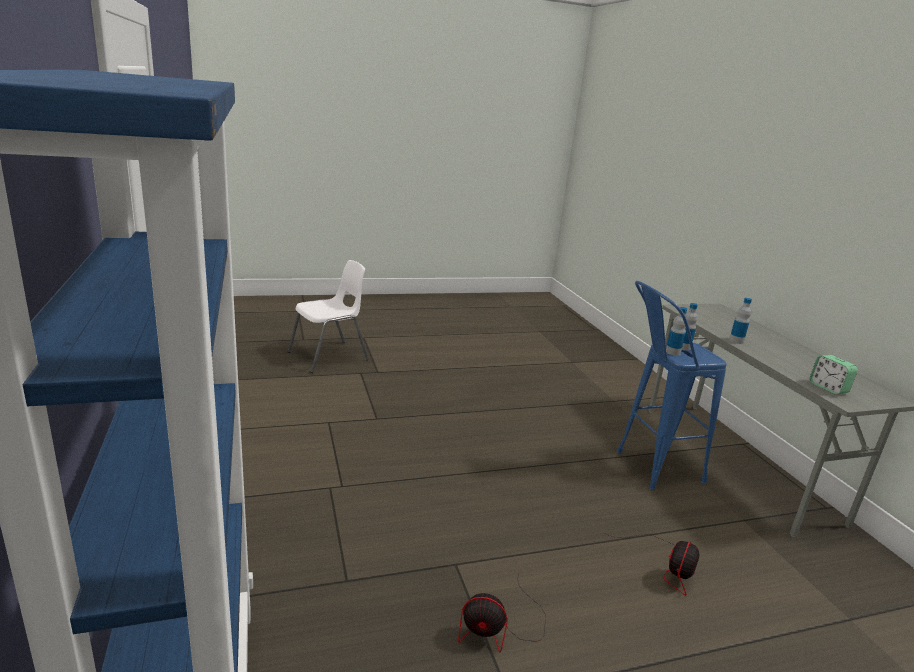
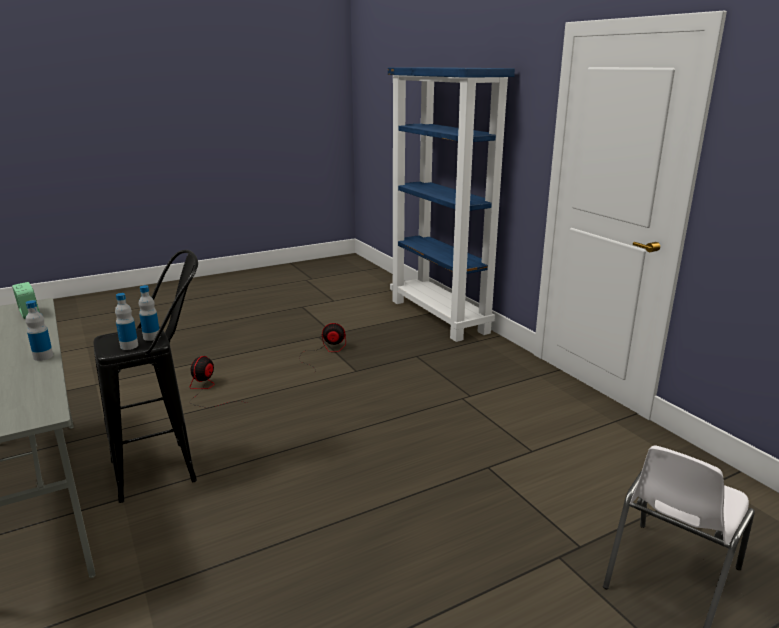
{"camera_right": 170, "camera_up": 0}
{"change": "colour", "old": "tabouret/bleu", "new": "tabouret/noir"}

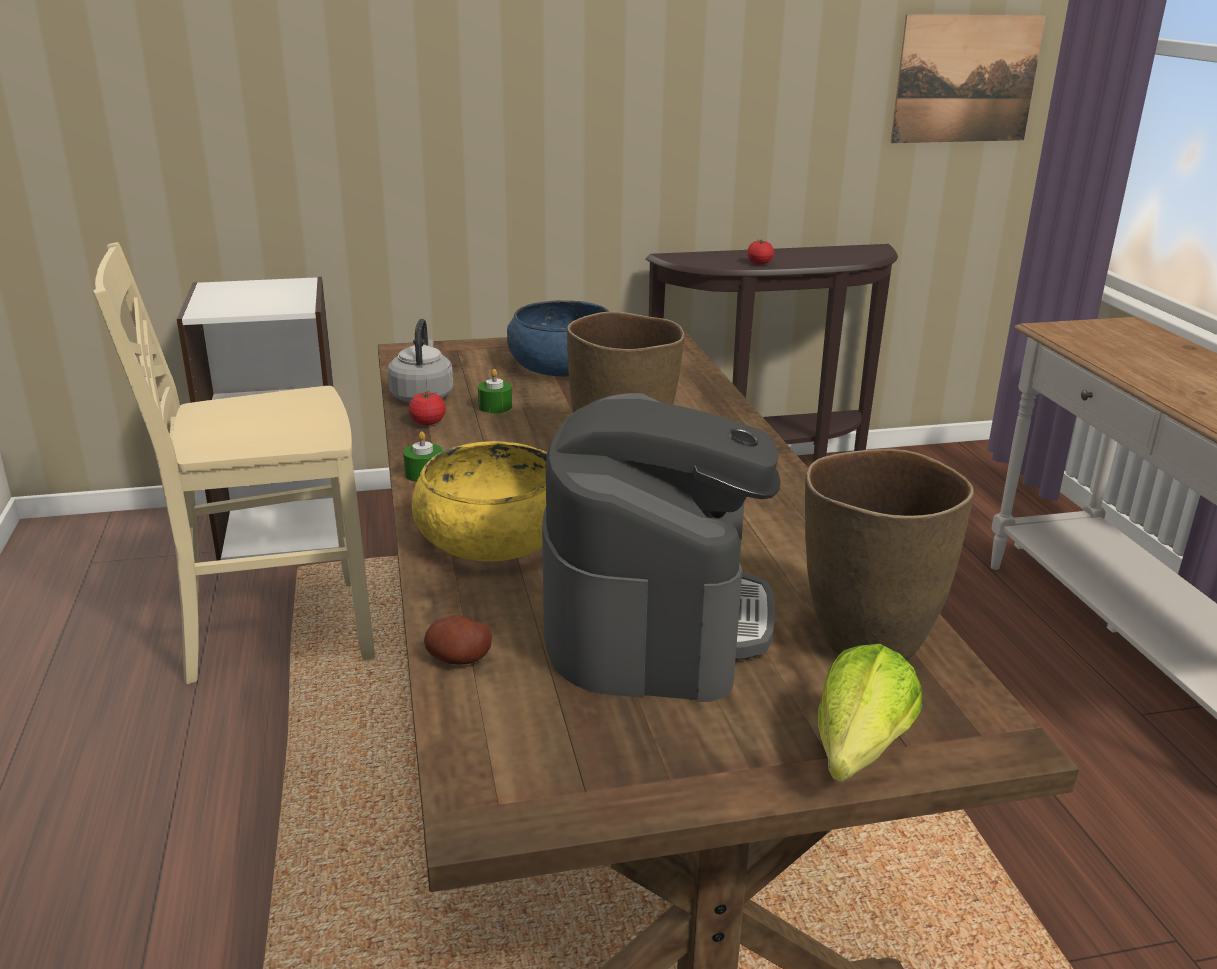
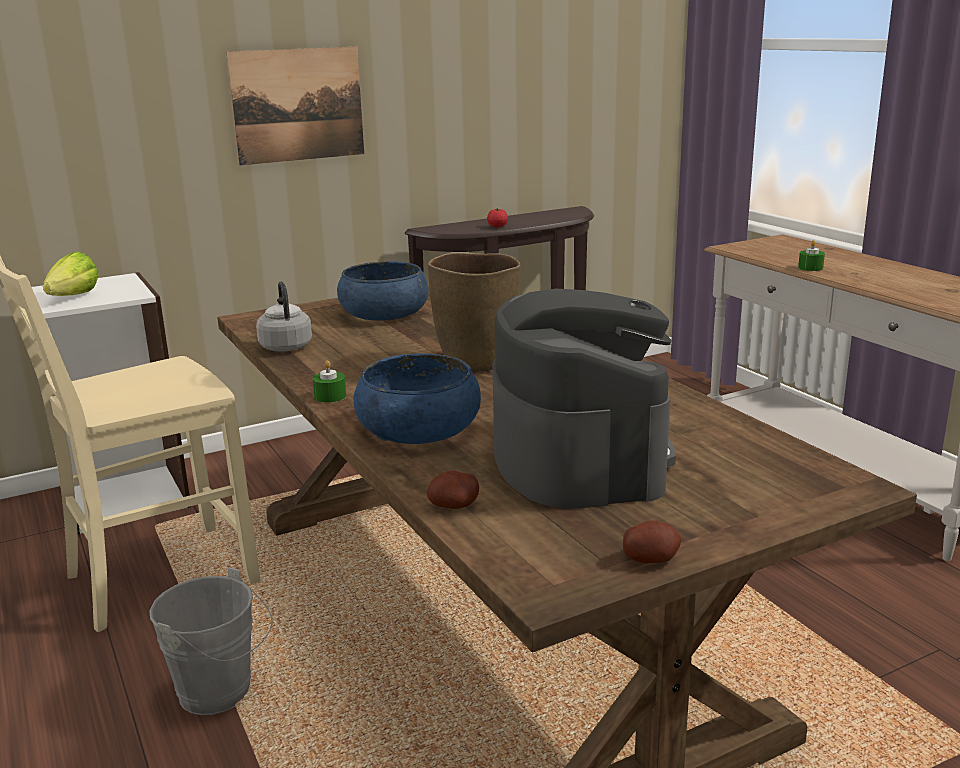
{"camera_right": -15, "camera_up": -5}
{"change": "missing", "old": "tomate (no. 1 from left)"}
{"change": "missing", "old": "vase/marron (no. 2 from left)"}
{"change": "appeared", "new": "seau/gris"}
{"change": "appeared", "new": "pomme de terre (no. 2 from left)"}
{"change": "relocated", "old": "bougie/vert (no. 2 from left)"}
{"change": "relocated", "old": "laitue"}
{"change": "relocated", "old": "tableau"}
{"change": "colour", "old": "bol/jaune", "new": "bol/bleu (no. 2 from left)"}

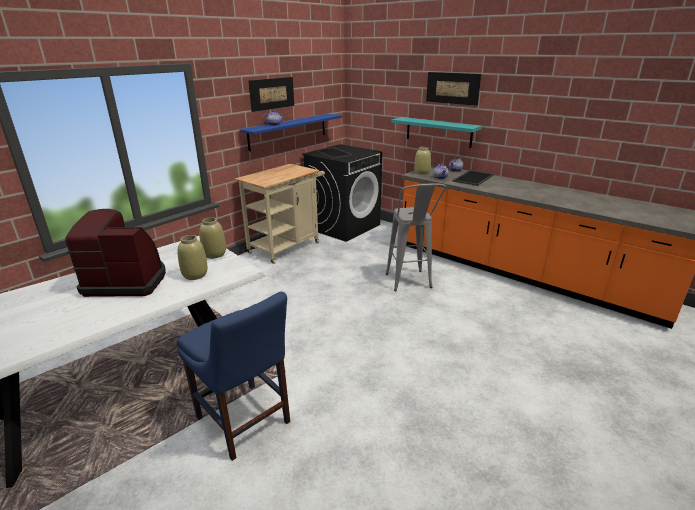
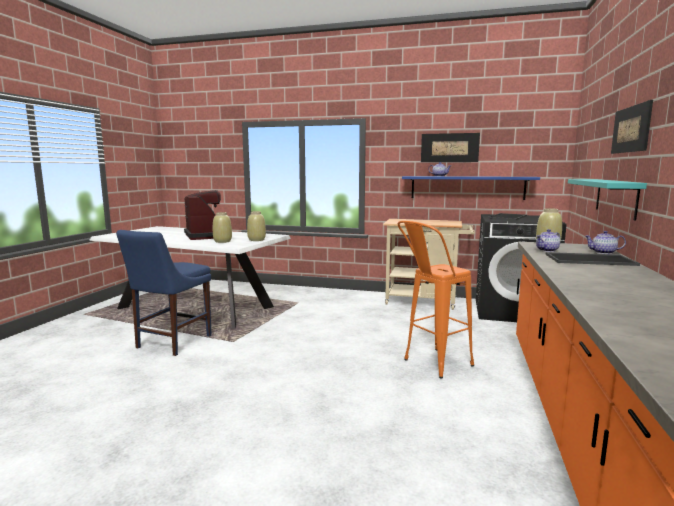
{"camera_right": 65, "camera_up": -15}
{"change": "colour", "old": "tabouret/gris", "new": "tabouret/orange"}

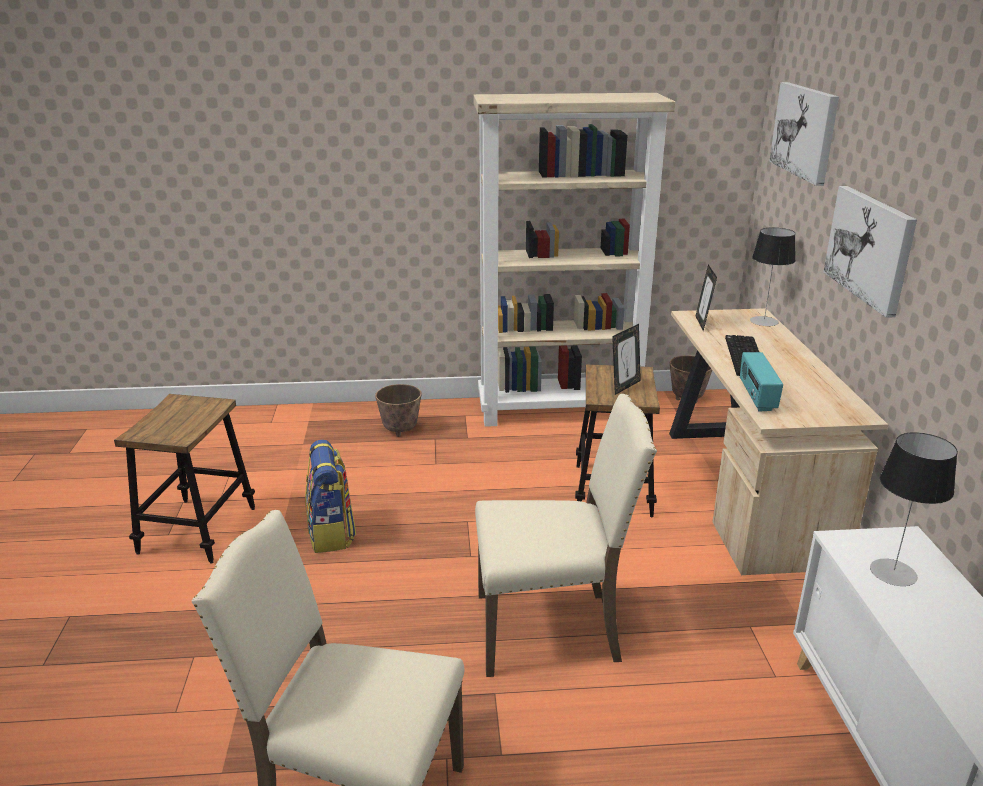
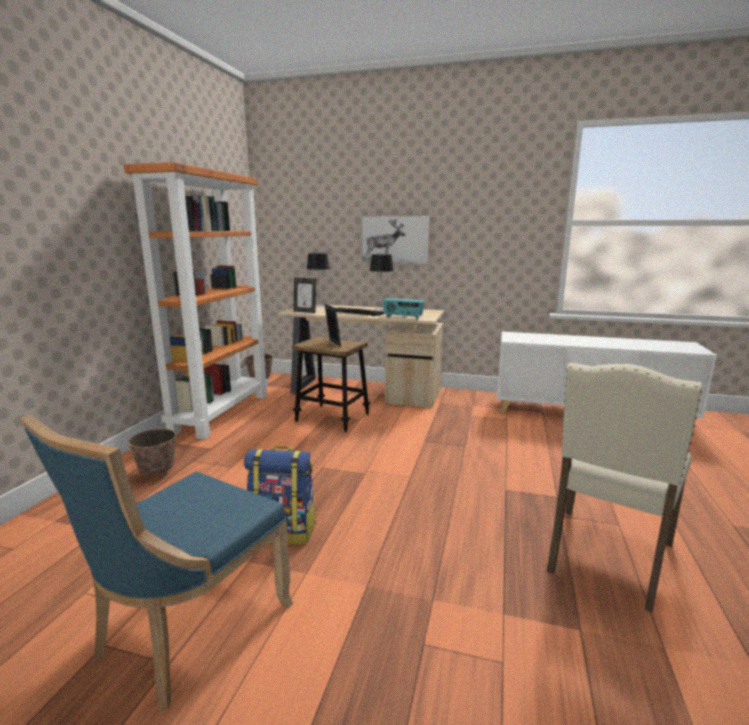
{"camera_right": -70, "camera_up": -10}
{"change": "missing", "old": "chaise/beige (no. 2 from left)"}
{"change": "missing", "old": "tableau (no. 1 from left)"}
{"change": "relocated", "old": "lampe de table (no. 2 from left)"}
{"change": "exchanged", "old": "tabouret (no. 1 from left)", "new": "chaise/bleu"}
{"change": "colour", "old": "bibliothèque/beige", "new": "bibliothèque/orange"}

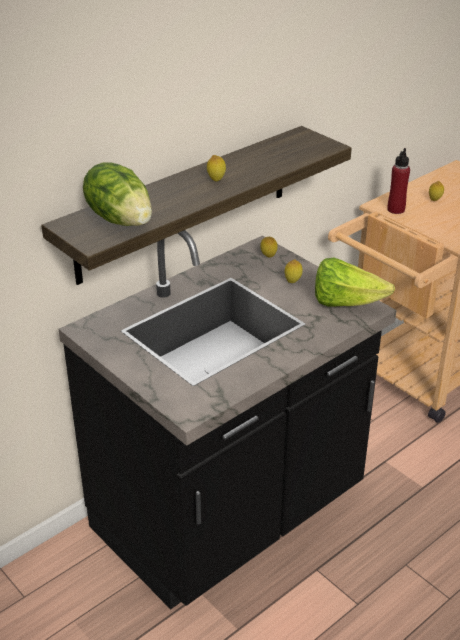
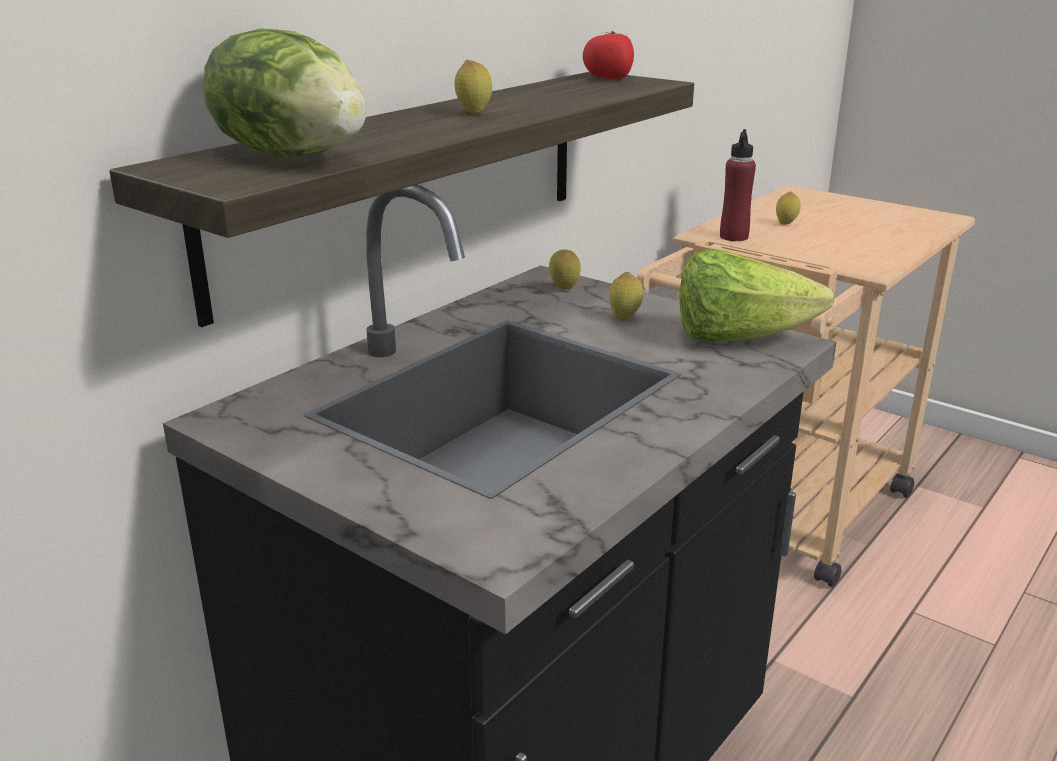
{"camera_right": -10, "camera_up": -10}
{"change": "appeared", "new": "tomate"}

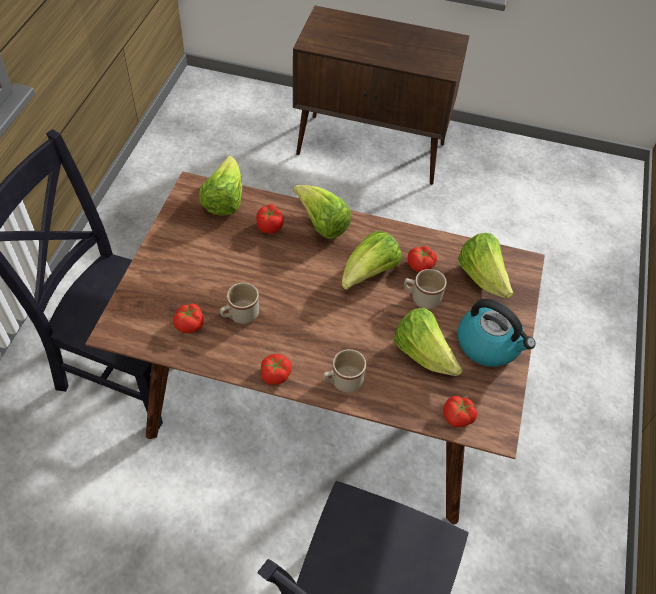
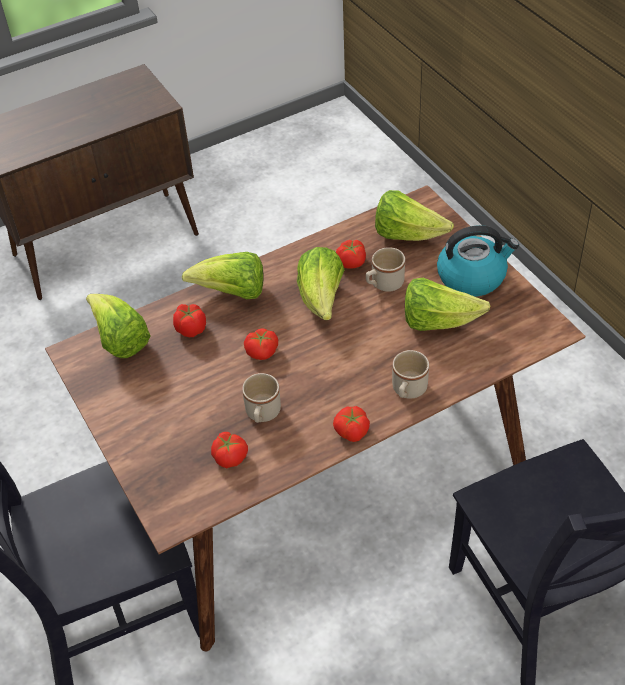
{"camera_right": -40, "camera_up": -5}
{"change": "relocated", "old": "tomate (no. 5 from left in the first image)", "new": "tomate (no. 3 from left)"}

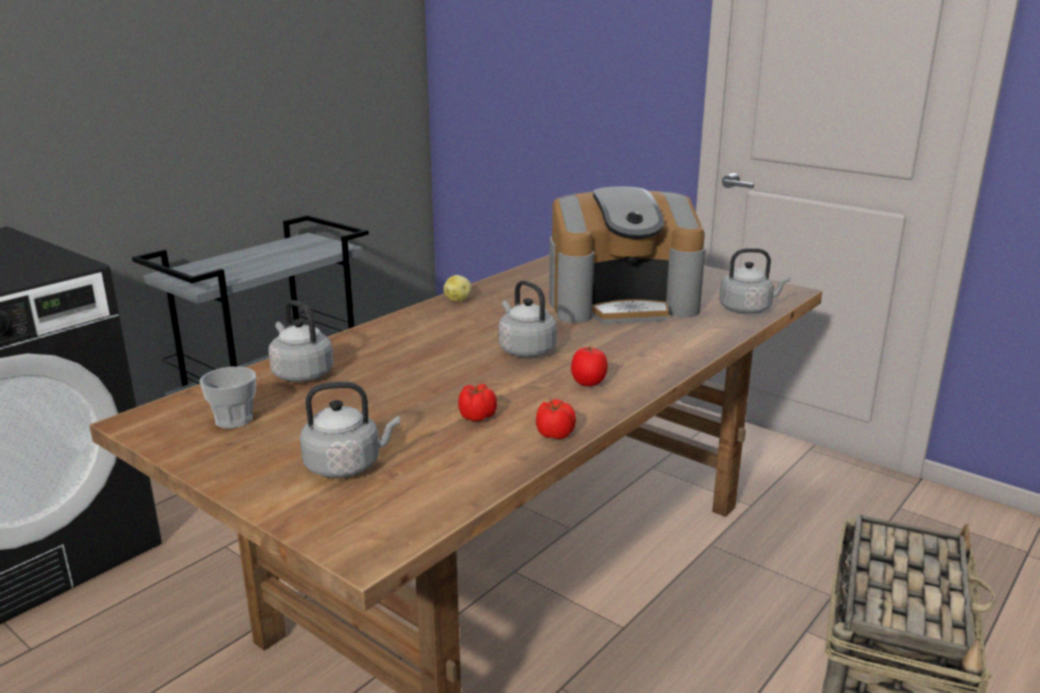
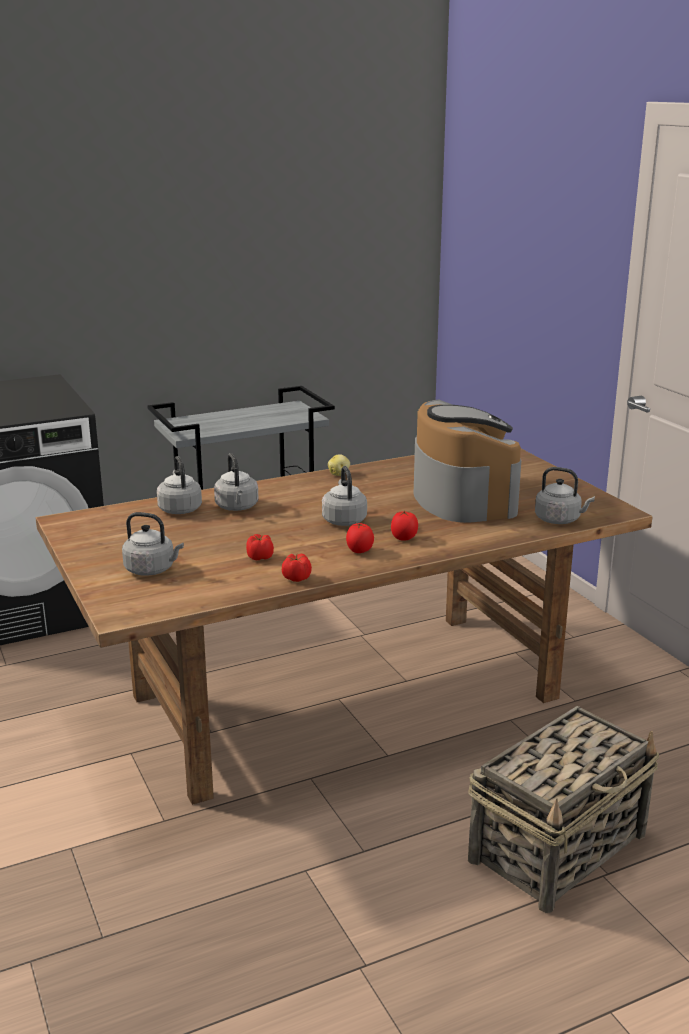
{"camera_right": 25, "camera_up": 0}
{"change": "missing", "old": "tasse"}
{"change": "appeared", "new": "bouilloire/gris (no. 3 from left)"}
{"change": "appeared", "new": "tomate (no. 4 from left)"}
{"change": "spun", "old": "machine à café", "degrees": -120}

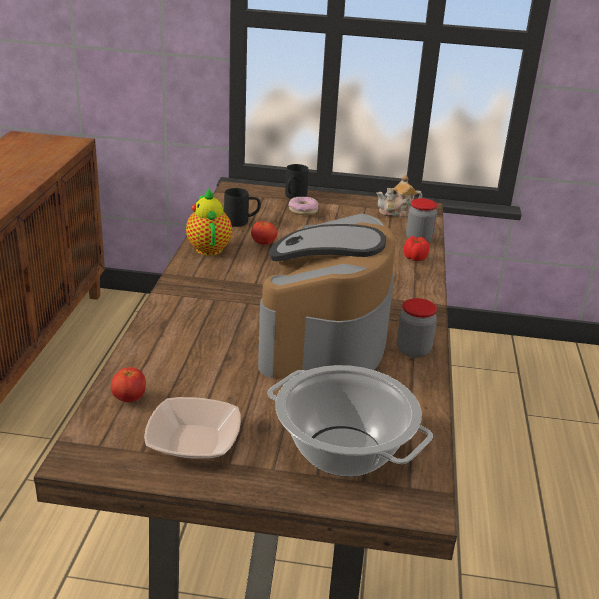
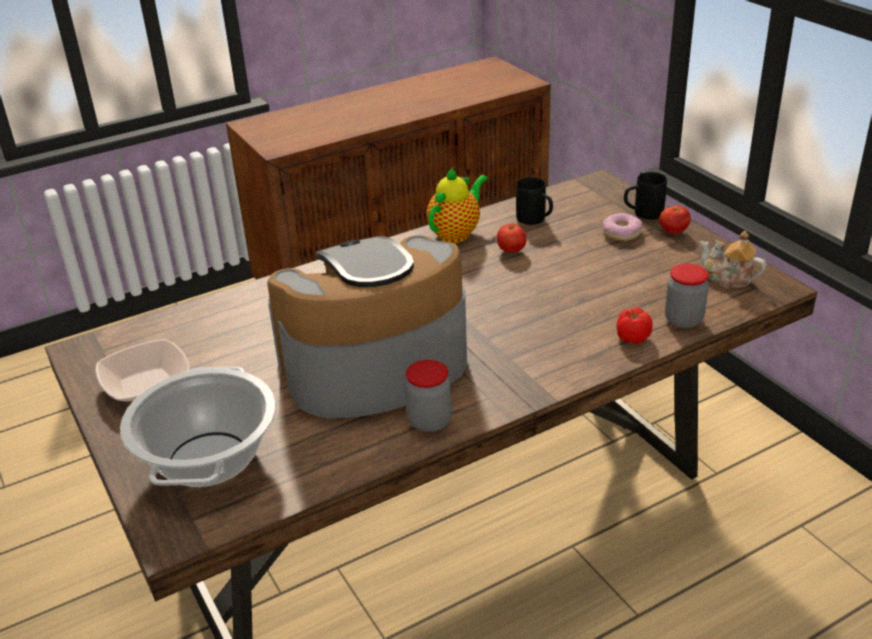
{"camera_right": 55, "camera_up": 5}
{"change": "relocated", "old": "tomate (no. 1 from left in the first image)", "new": "tomate (no. 3 from left)"}

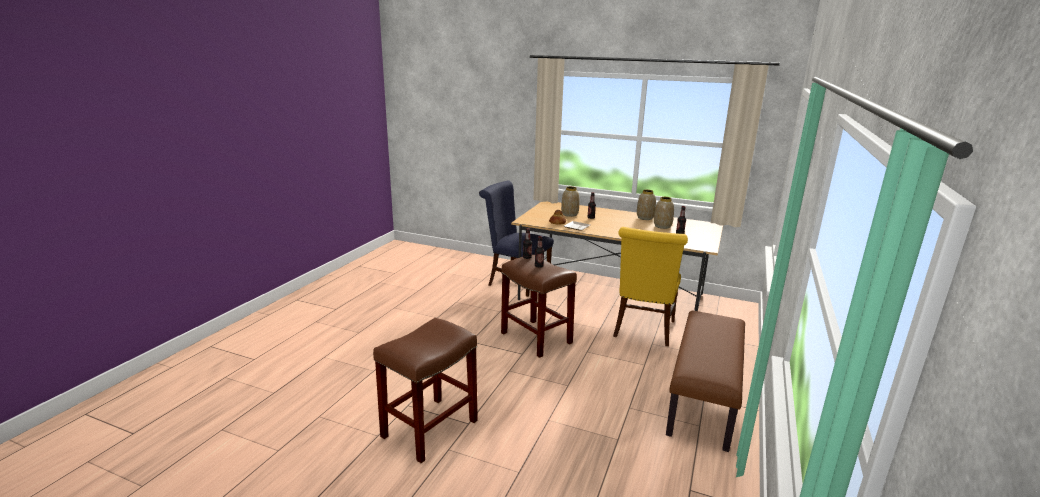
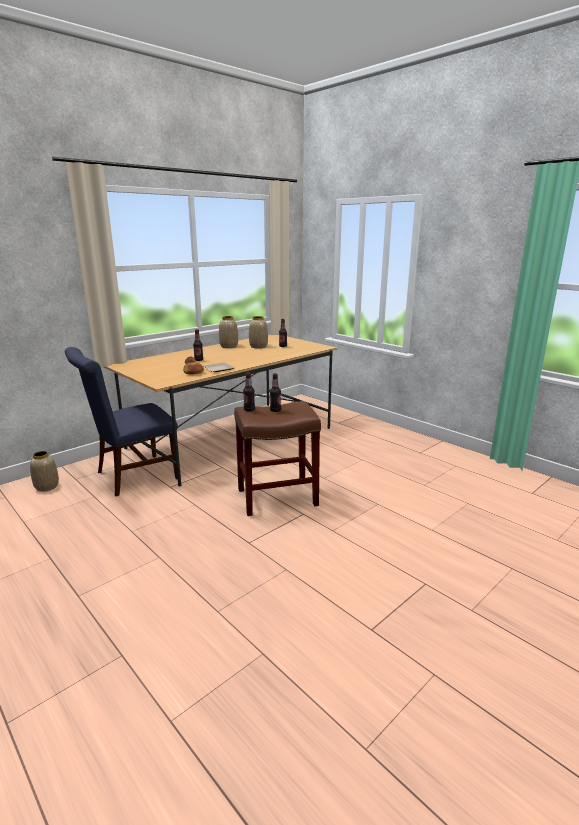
{"camera_right": -65, "camera_up": 0}
{"change": "missing", "old": "tabouret/marron (no. 1 from left)"}
{"change": "missing", "old": "chaise/jaune"}
{"change": "missing", "old": "banc/marron"}
{"change": "relocated", "old": "vase (no. 1 from left)"}

